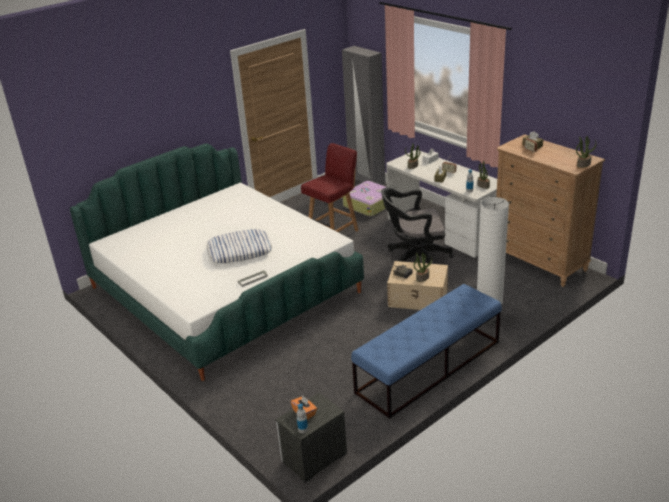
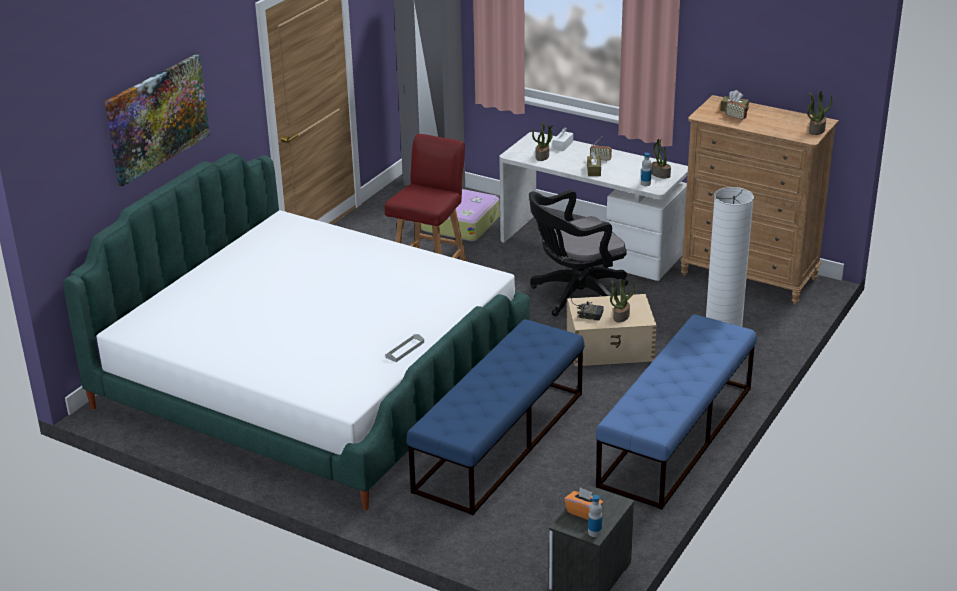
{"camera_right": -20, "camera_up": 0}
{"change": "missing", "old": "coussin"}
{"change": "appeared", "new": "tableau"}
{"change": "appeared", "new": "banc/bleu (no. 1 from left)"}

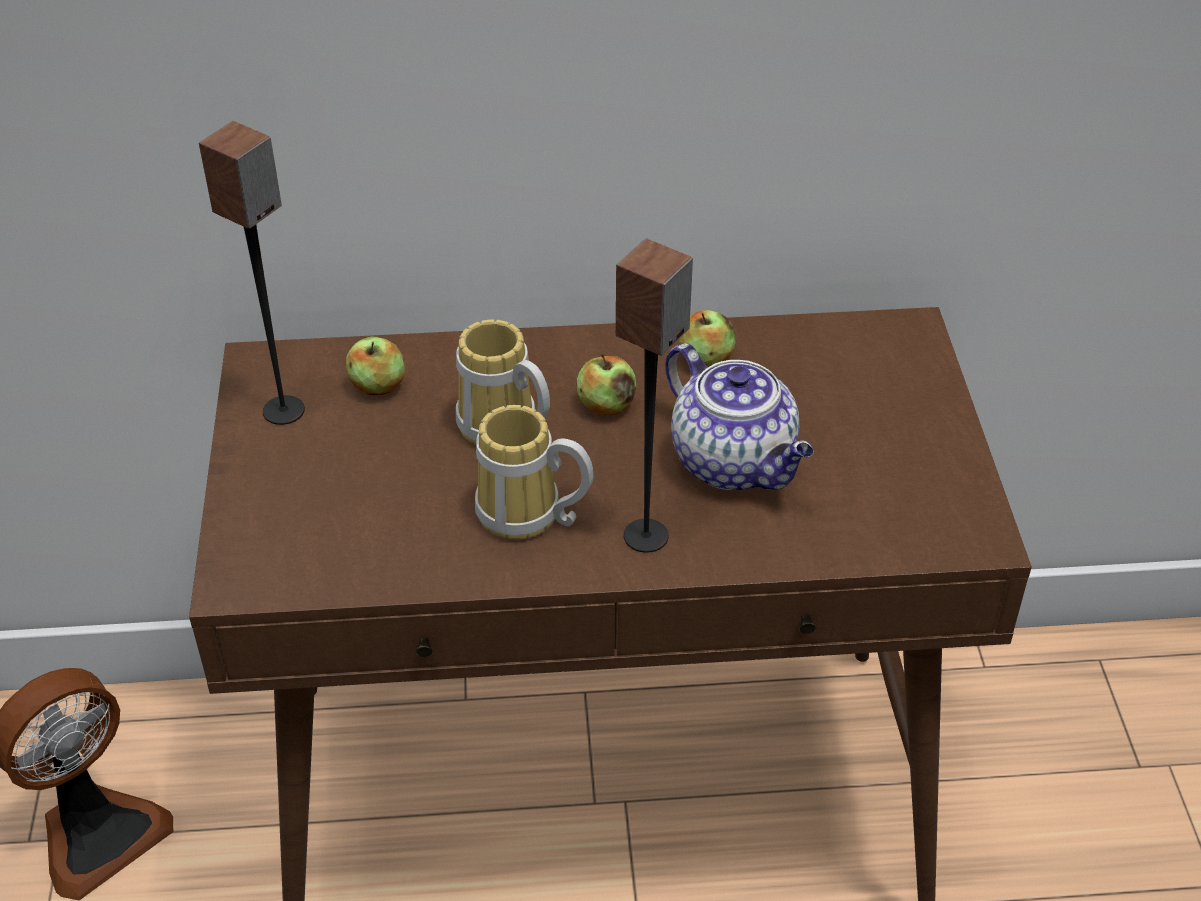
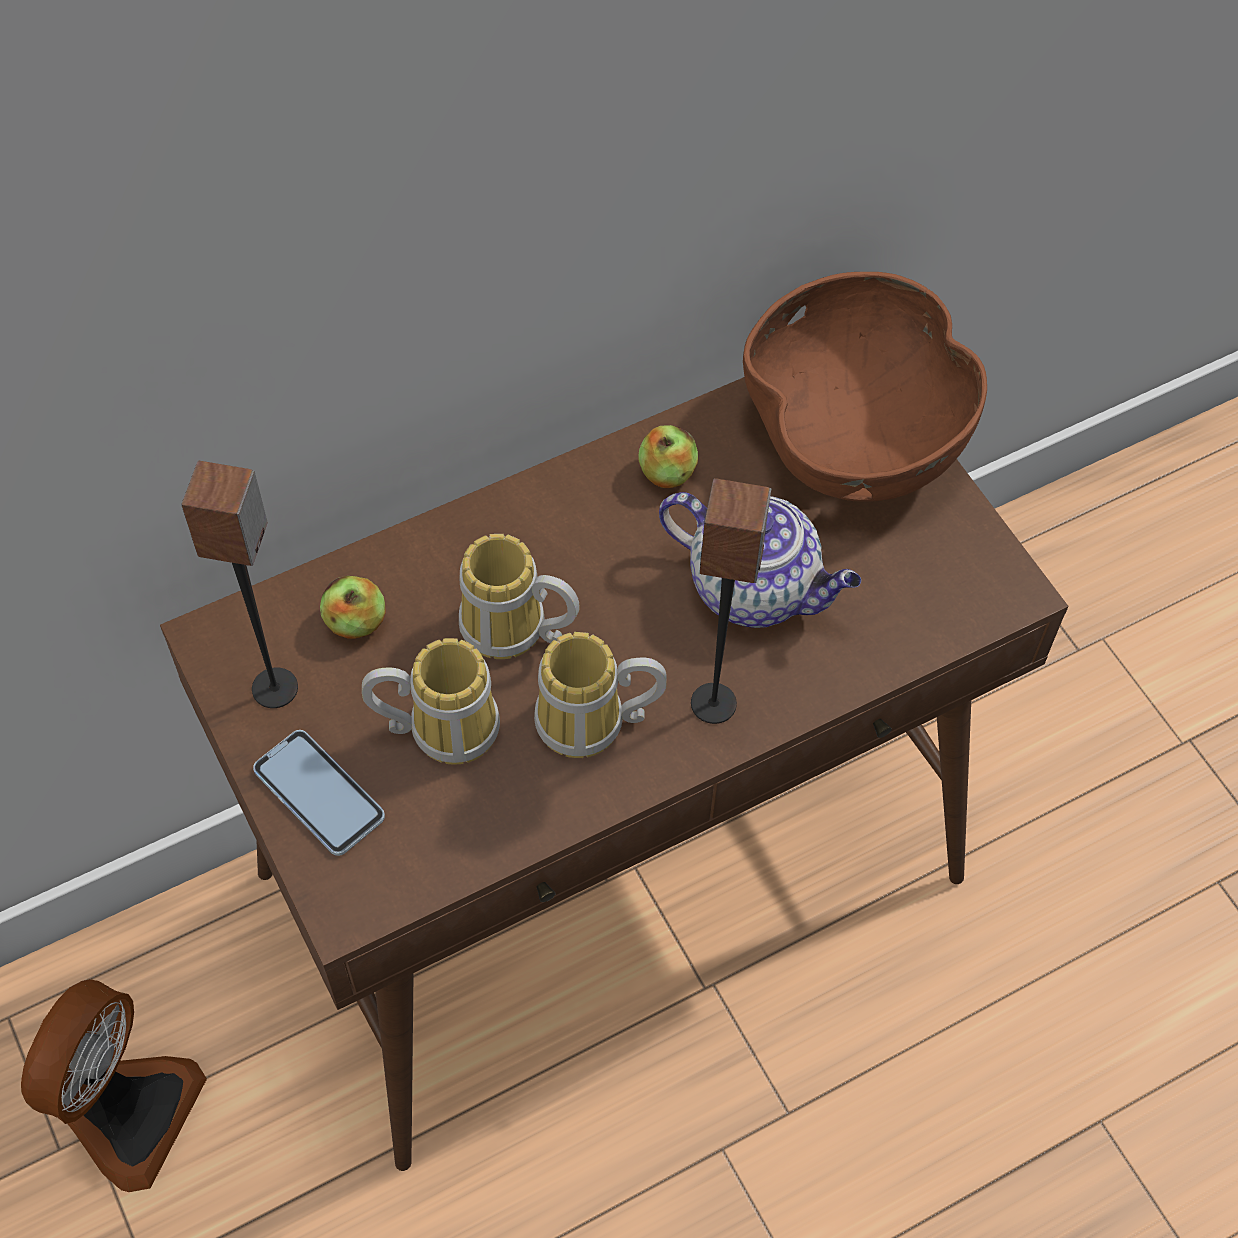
{"camera_right": -25, "camera_up": 15}
{"change": "missing", "old": "pomme (no. 2 from left)"}
{"change": "appeared", "new": "téléphone"}
{"change": "appeared", "new": "mug (no. 1 from left)"}
{"change": "appeared", "new": "bol/marron"}

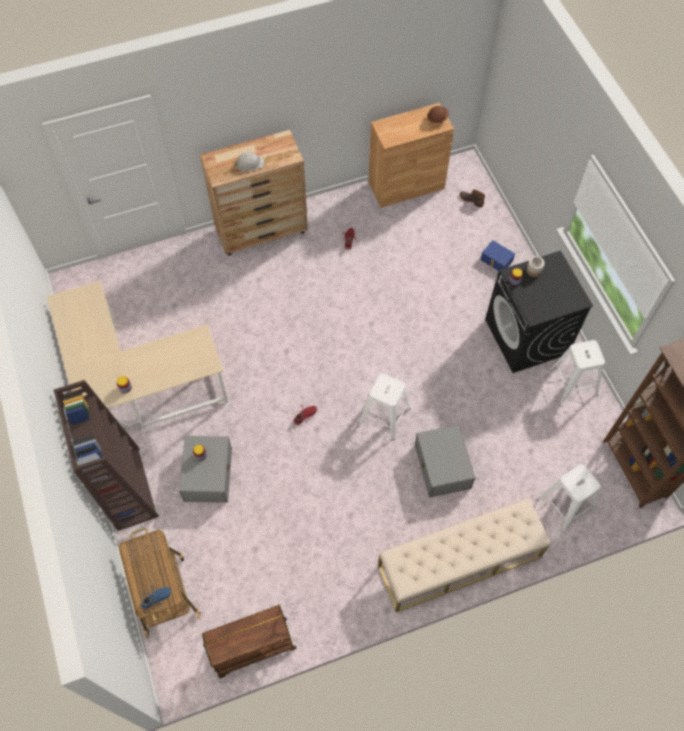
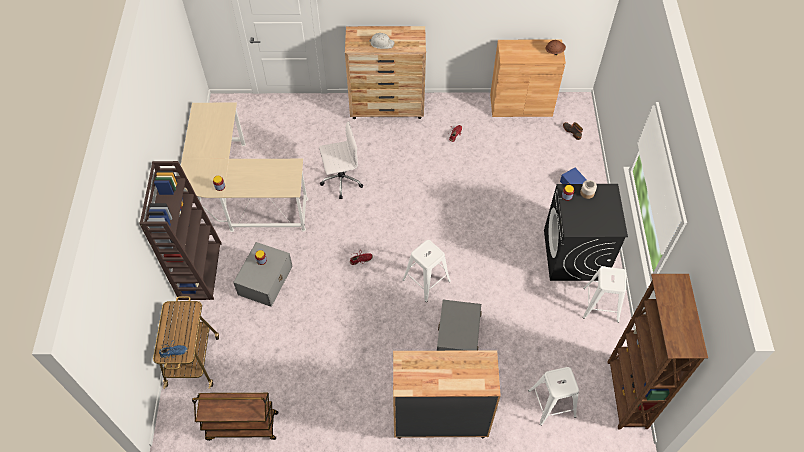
{"camera_right": 20, "camera_up": -5}
{"change": "appeared", "new": "chaise de bureau/blanc"}
{"change": "exchanged", "old": "banc/beige", "new": "commode/marron (no. 2 from left)"}

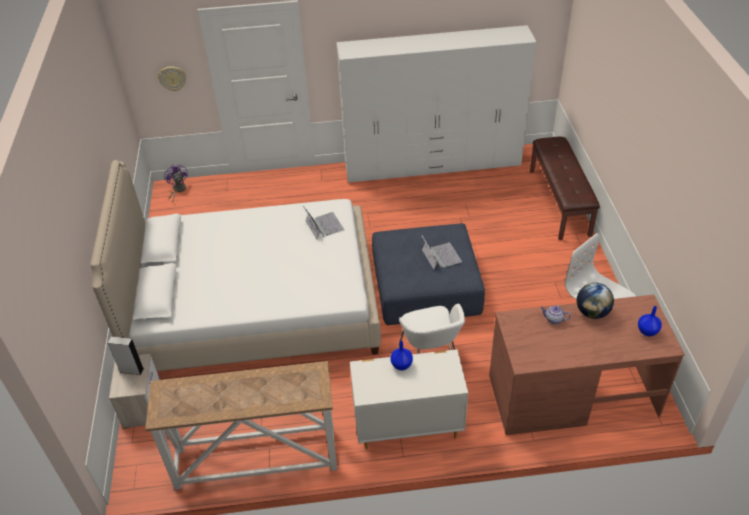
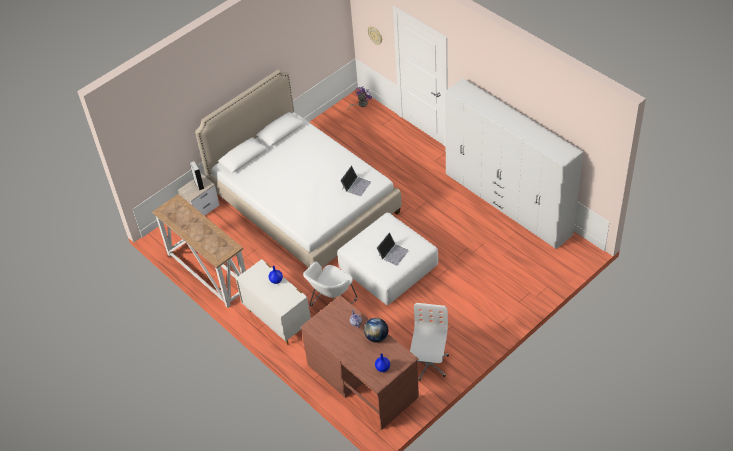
{"camera_right": 55, "camera_up": 5}
{"change": "missing", "old": "banc/marron"}
{"change": "colour", "old": "pouf/bleu", "new": "pouf/blanc"}

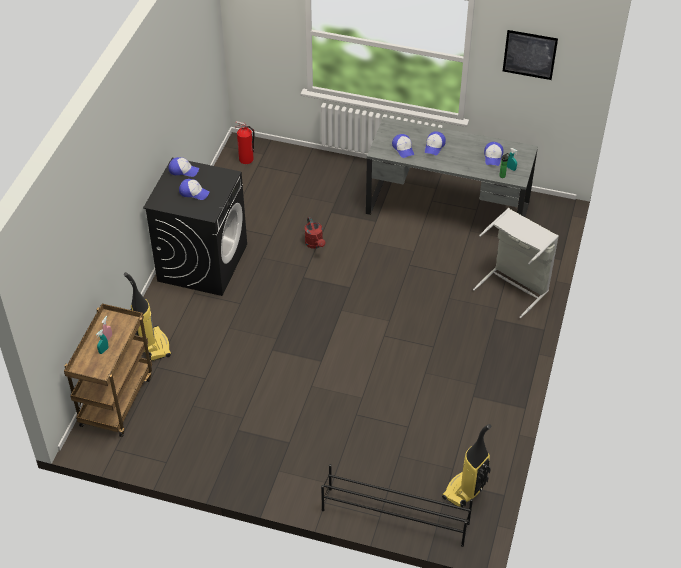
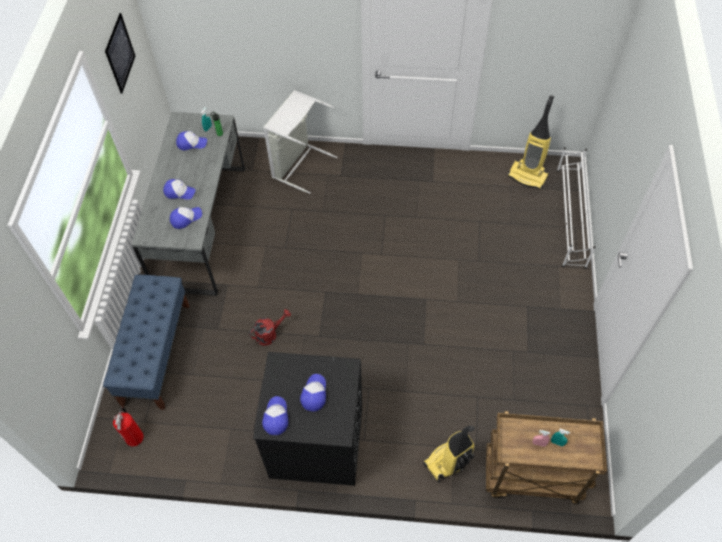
{"camera_right": -100, "camera_up": 10}
{"change": "appeared", "new": "banc/bleu"}
{"change": "colour", "old": "étagère à chaussures/noir", "new": "étagère à chaussures/blanc"}

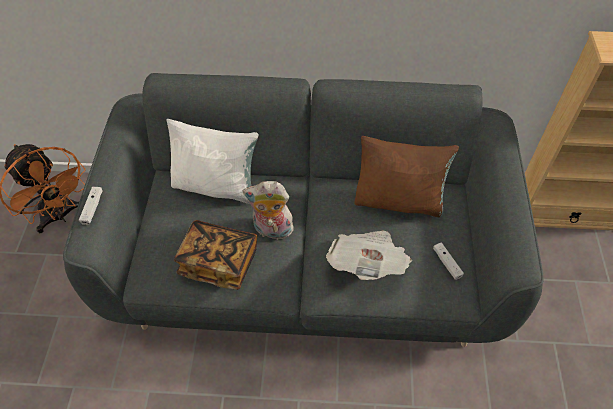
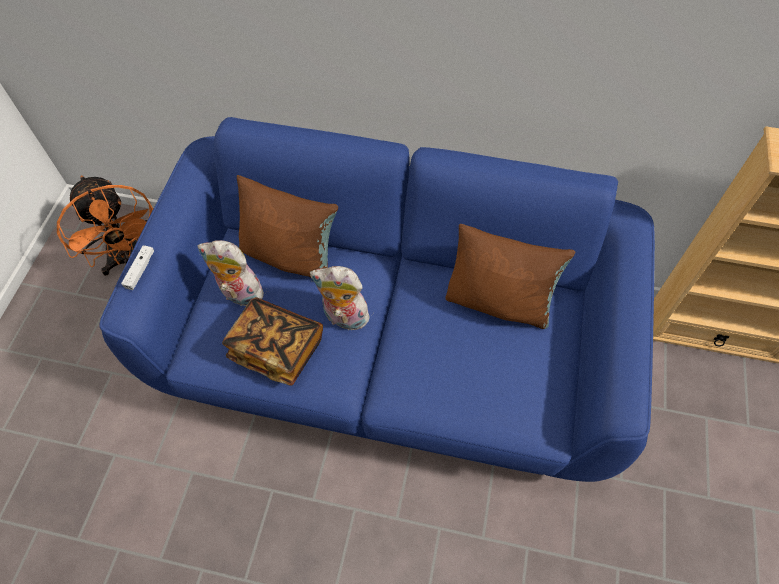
{"camera_right": 10, "camera_up": 5}
{"change": "missing", "old": "journal"}
{"change": "missing", "old": "manette/blanc (no. 2 from left)"}
{"change": "appeared", "new": "peluche (no. 1 from left)"}
{"change": "colour", "old": "canapé/gris", "new": "canapé/bleu"}
{"change": "colour", "old": "coussin/blanc", "new": "coussin/marron (no. 1 from left)"}

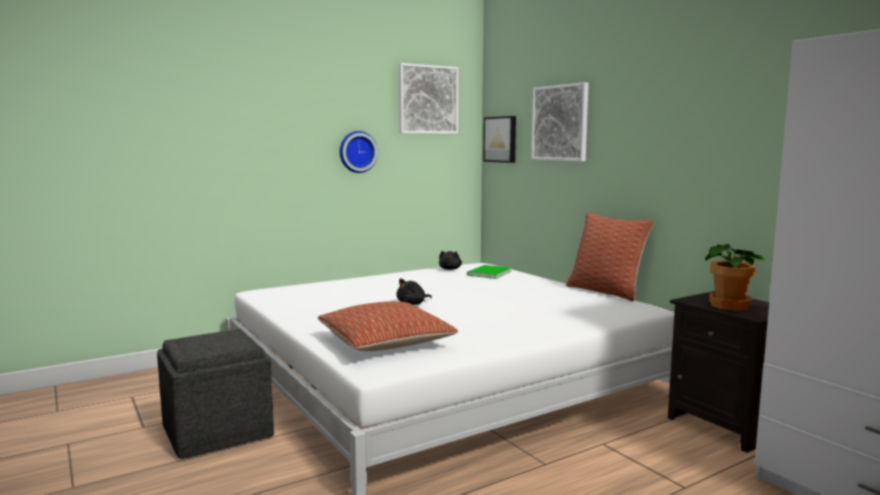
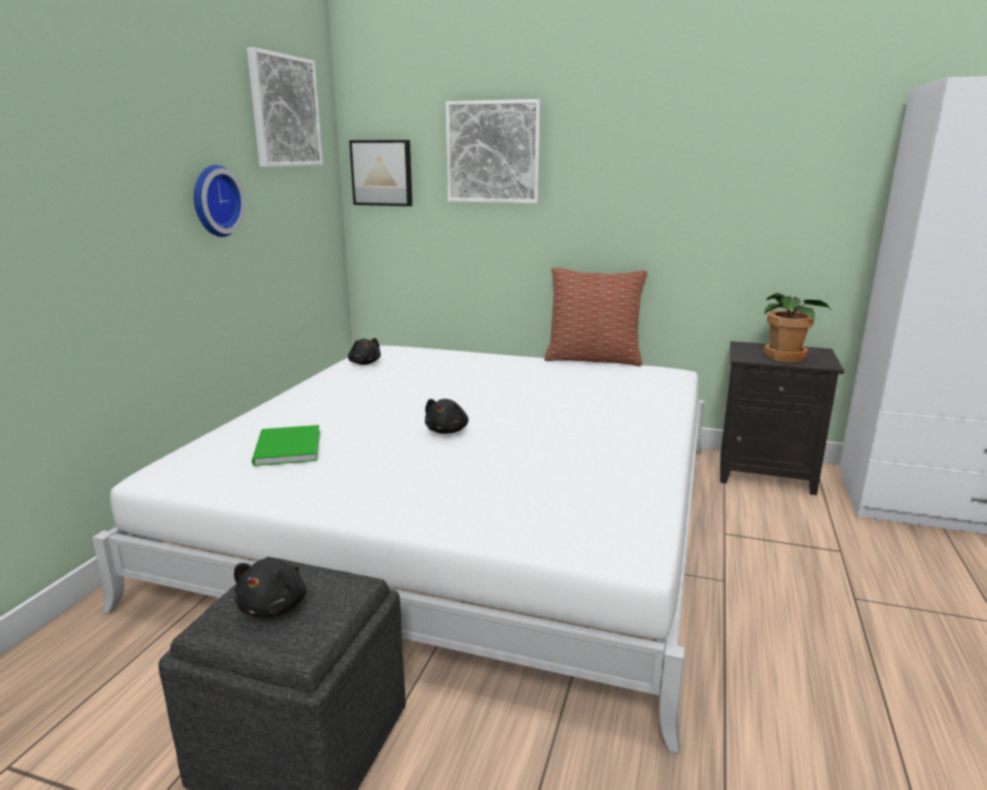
{"camera_right": -40, "camera_up": 10}
{"change": "missing", "old": "coussin (no. 1 from left)"}
{"change": "appeared", "new": "peluche/noir (no. 1 from left)"}
{"change": "relocated", "old": "livre/vert"}

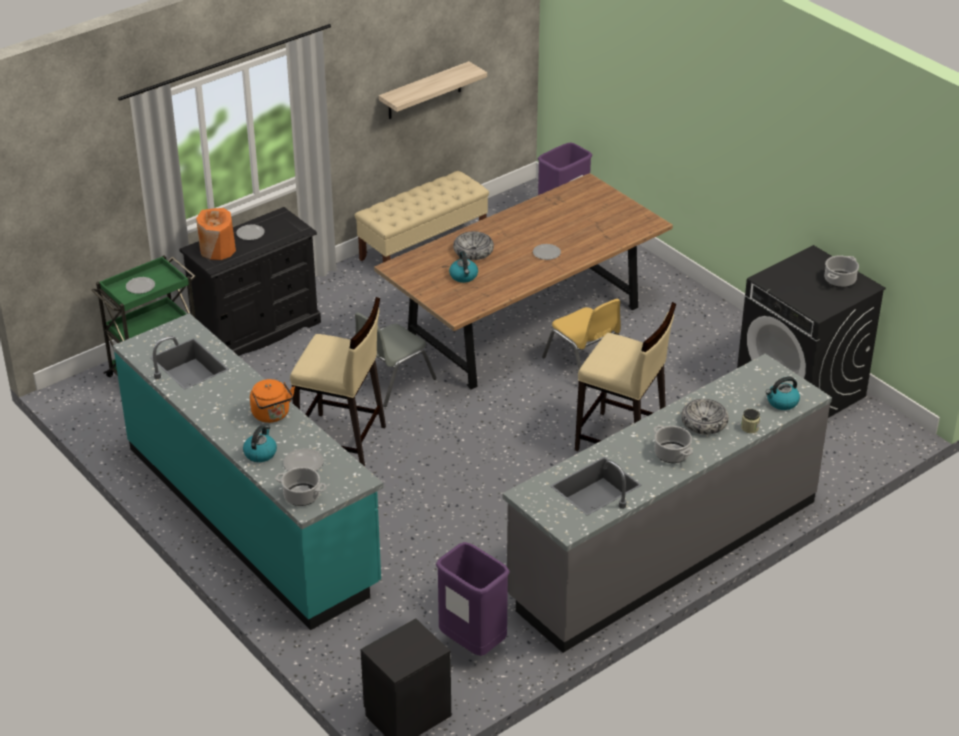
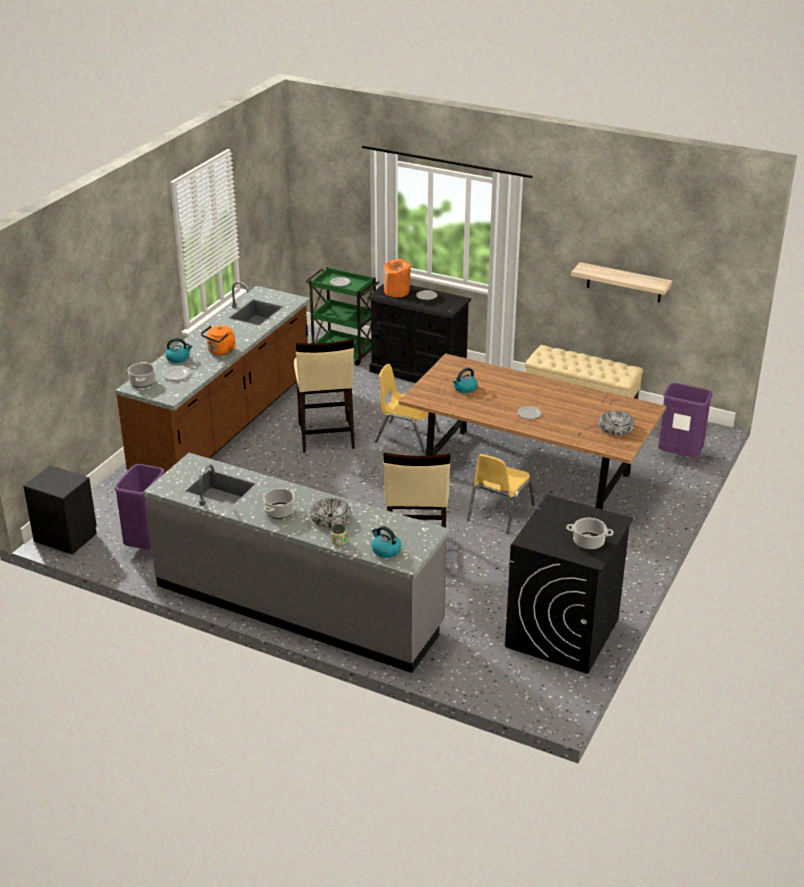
{"camera_right": 65, "camera_up": -5}
{"change": "relocated", "old": "bol (no. 1 from left in the first image)", "new": "bol (no. 2 from left)"}
{"change": "colour", "old": "comptoir de cuisine/turquoise", "new": "comptoir de cuisine/marron"}
{"change": "colour", "old": "chaise/gris", "new": "chaise/jaune (no. 1 from left)"}

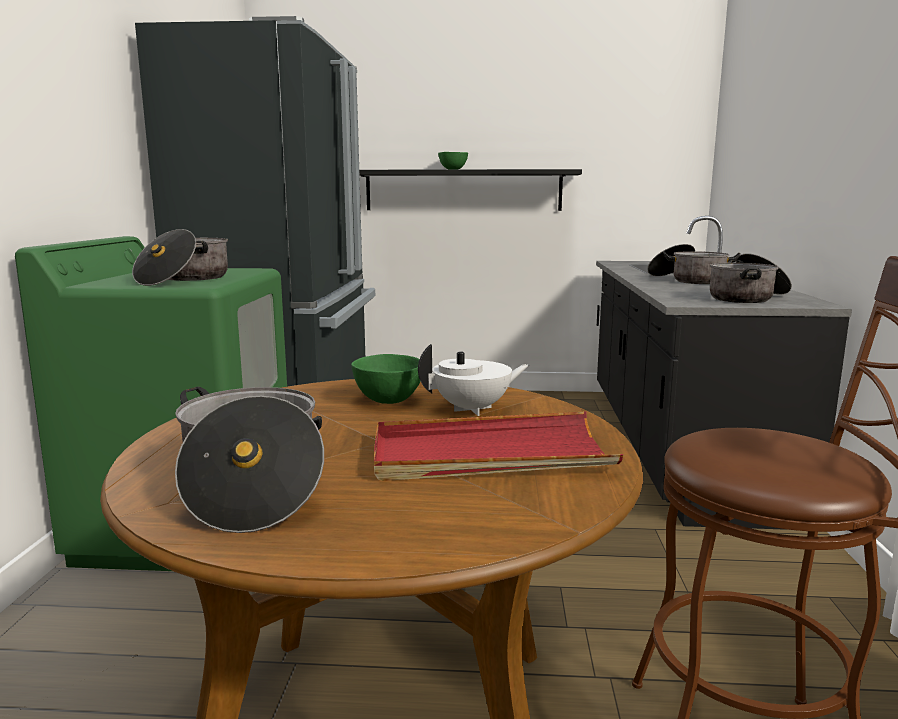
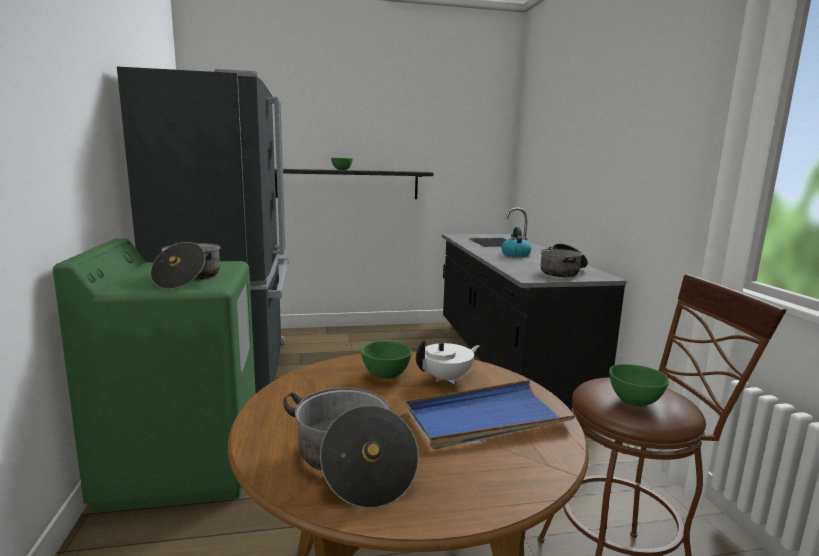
{"camera_right": -15, "camera_up": 0}
{"change": "appeared", "new": "bol/vert (no. 3 from left)"}
{"change": "exchanged", "old": "marmite (no. 3 from left)", "new": "bouilloire"}
{"change": "colour", "old": "plateau/rouge", "new": "plateau/bleu"}

